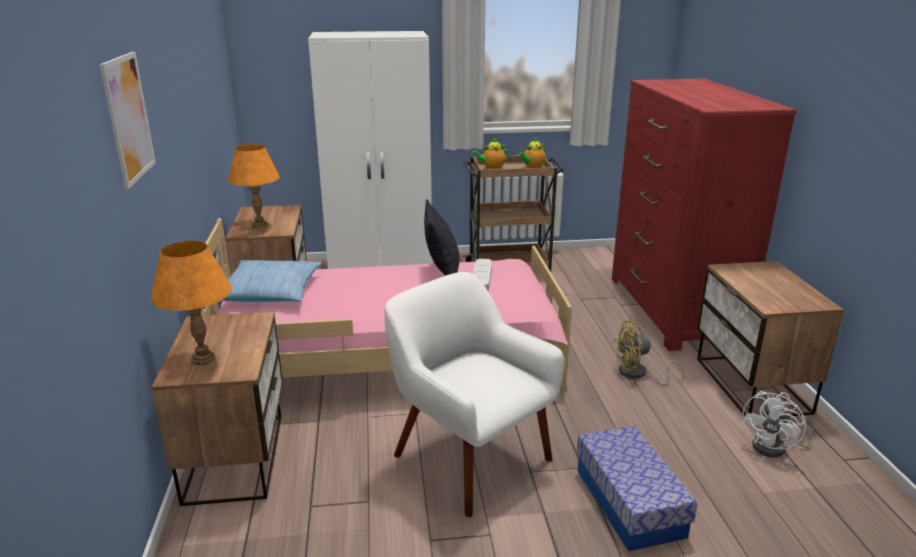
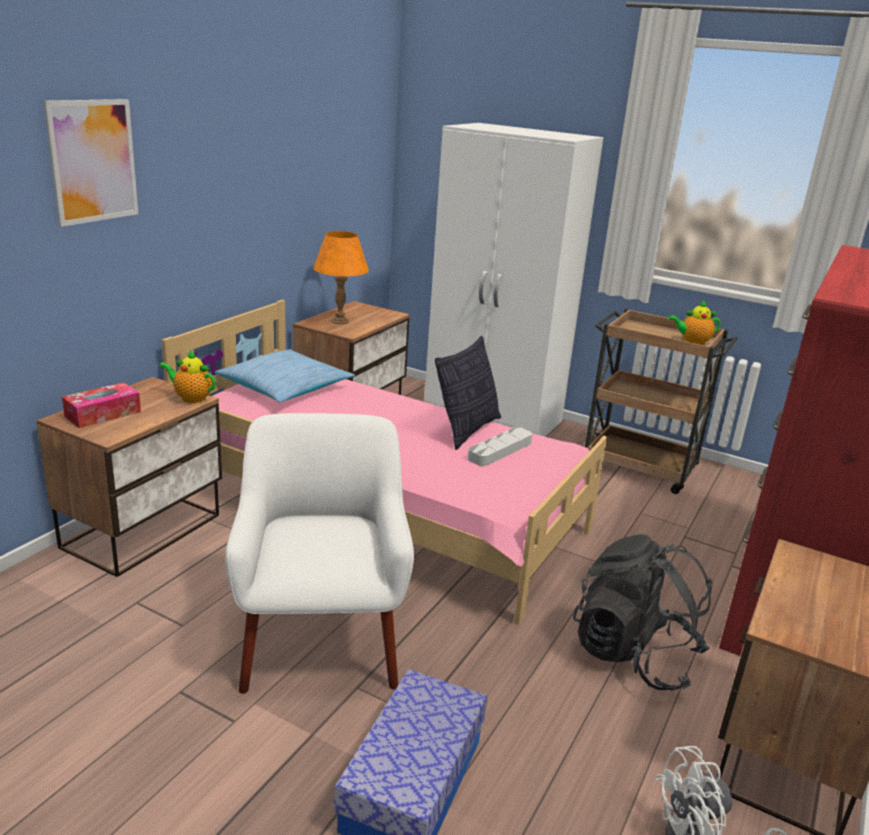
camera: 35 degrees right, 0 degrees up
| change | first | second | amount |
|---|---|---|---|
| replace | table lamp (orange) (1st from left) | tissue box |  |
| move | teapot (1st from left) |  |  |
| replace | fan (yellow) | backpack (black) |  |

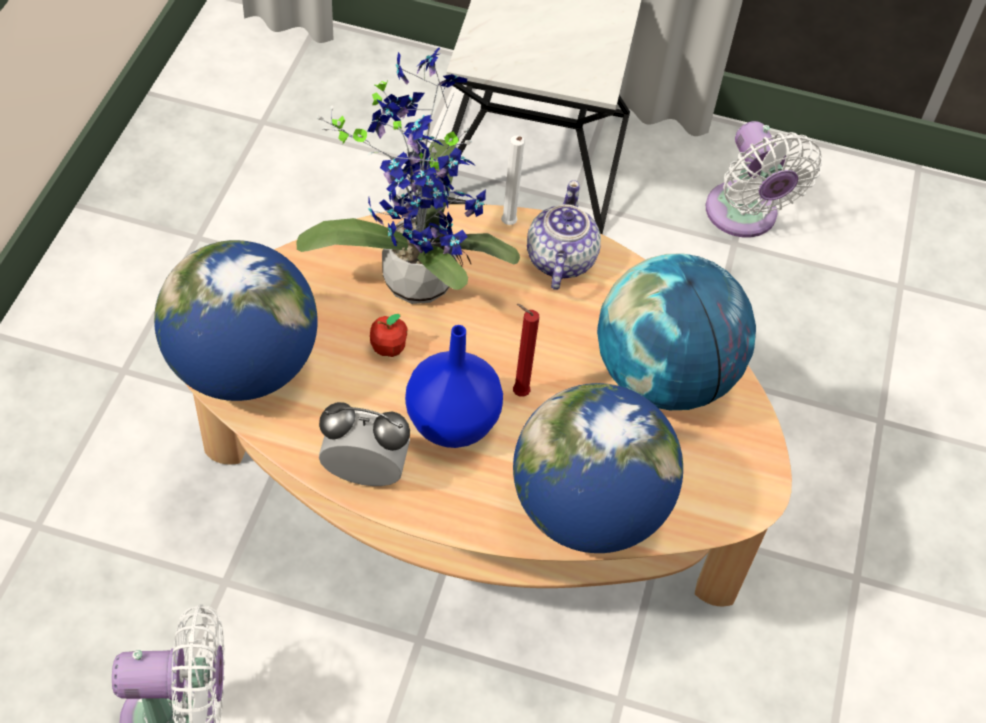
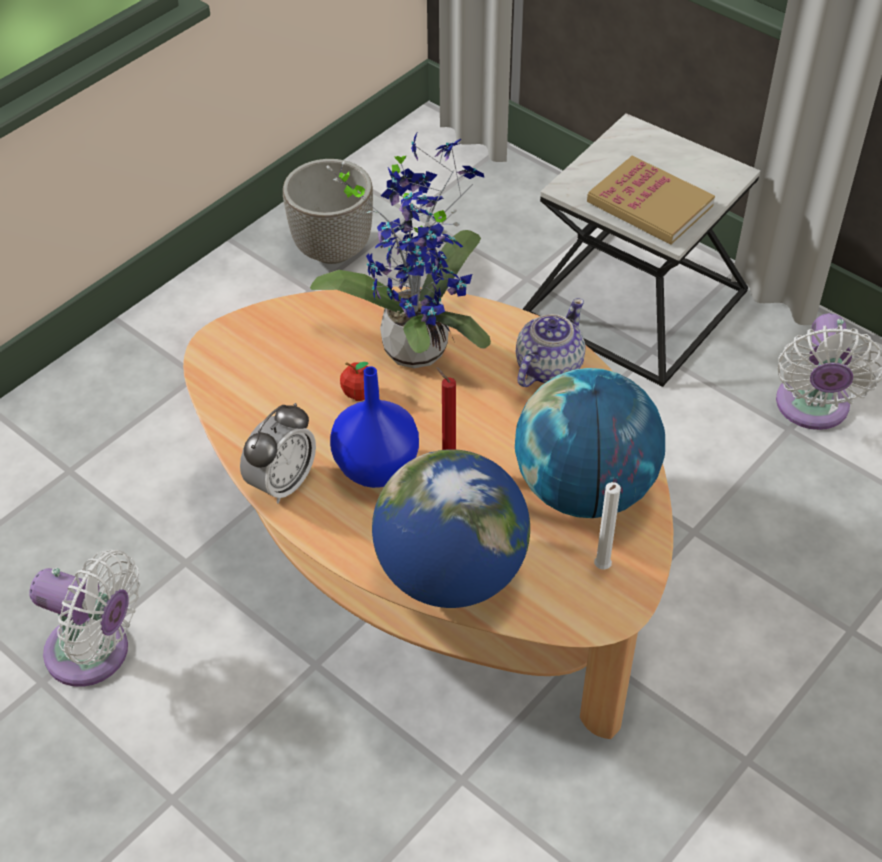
camera: 30 degrees right, 5 degrees down
| change | first | second | amount |
|---|---|---|---|
| delete | globe (1st from left) |  |  |
| rotate | alarm clock |  | 90 degrees clockwise |
| move | candle (white) |  |  |
| insert |  | planter |  |
| insert |  | book |  |

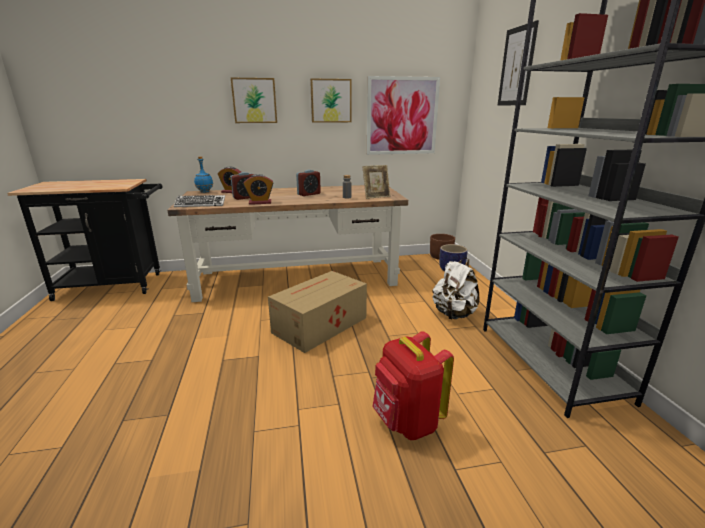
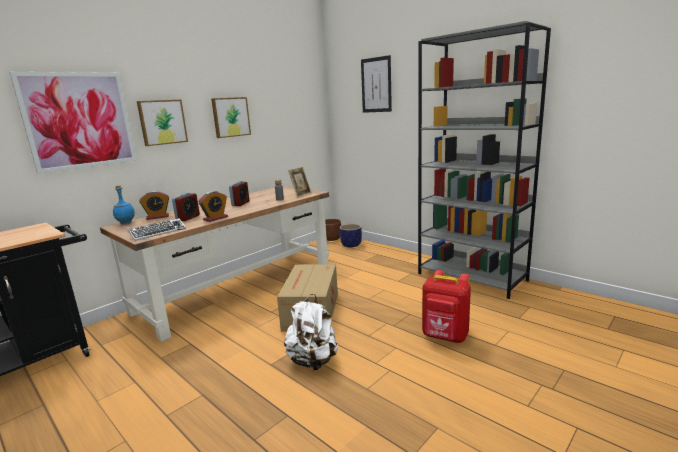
camera: 35 degrees left, 5 degrees down
| change | first | second | amount |
|---|---|---|---|
| move | picture (3rd from left in the first image) | picture (1st from left) |  |
| move | backpack (white) |  |  |

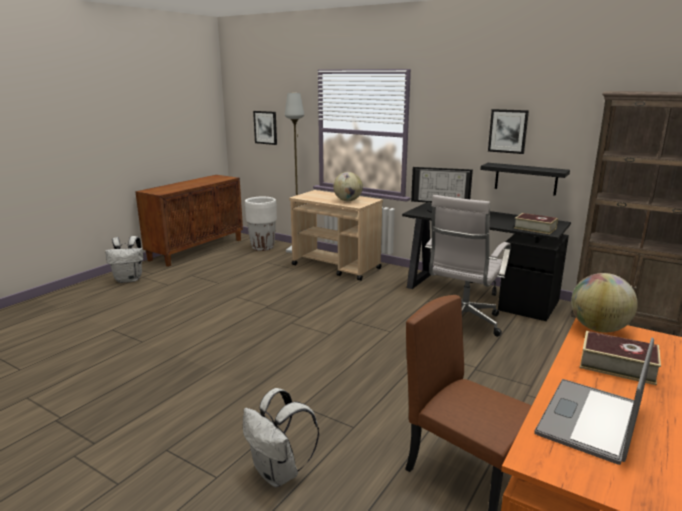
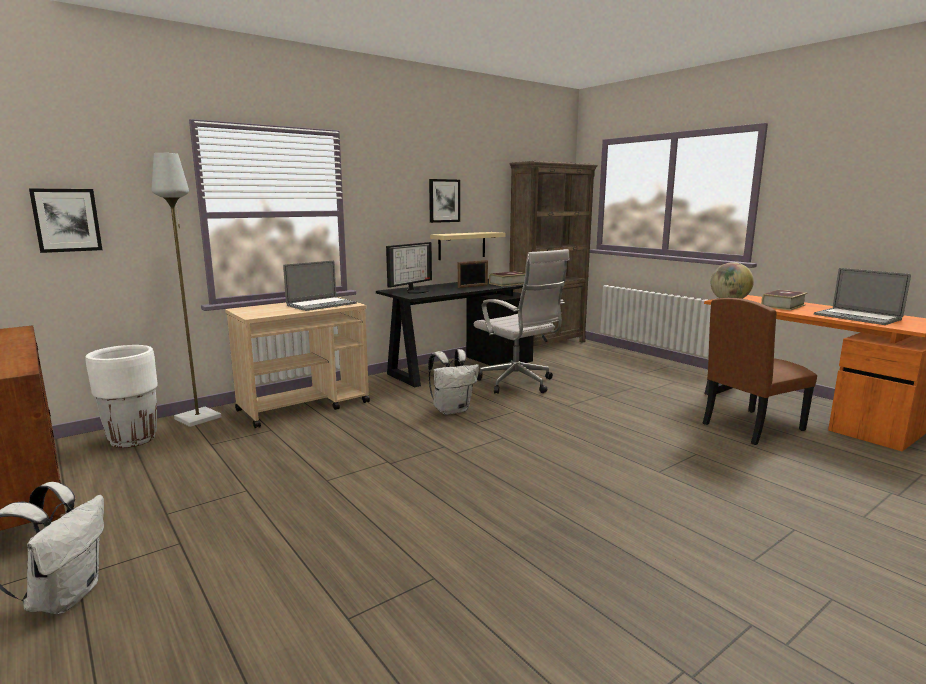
camera: 70 degrees left, 5 degrees down
| change | first | second | amount |
|---|---|---|---|
| move | backpack (white) (2nd from left) |  |  |
| replace | globe (1st from left) | laptop (1st from left) |  |
| recolor | shelf (black) | shelf (beige) |  |
| insert |  | picture frame |  |

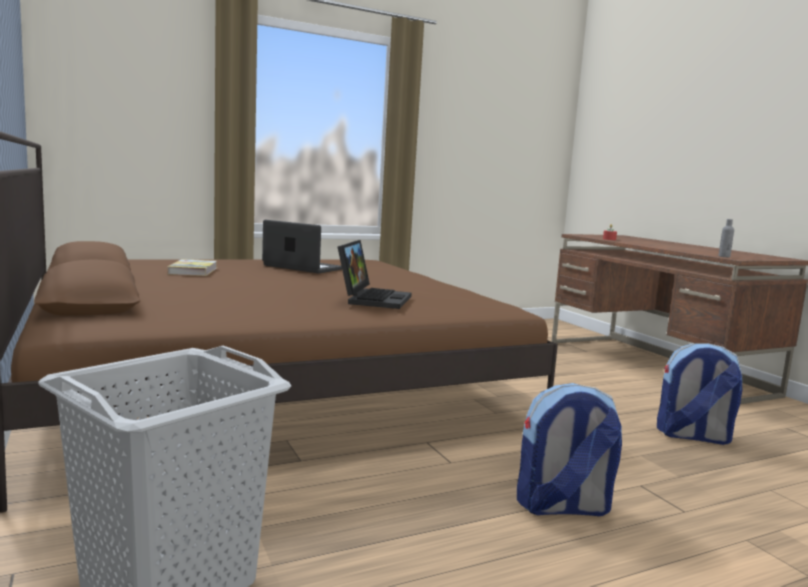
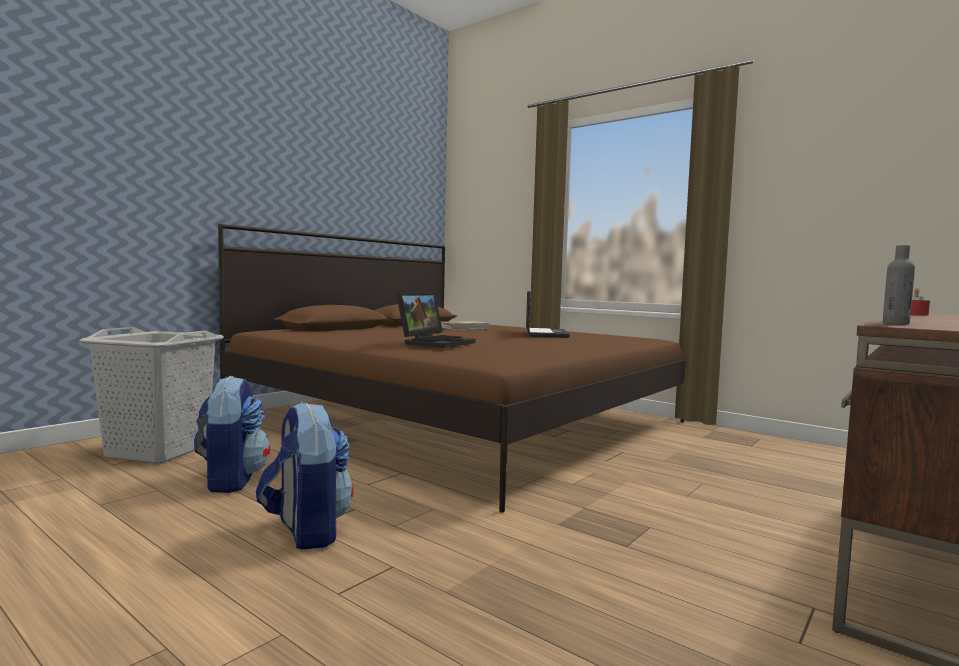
camera: 65 degrees right, 5 degrees down
| change | first | second | amount |
|---|---|---|---|
| rotate | laptop (2nd from left in the first image) | laptop (1st from left) | 45 degrees counterclockwise |
| move | backpack (2nd from left in the first image) | backpack (1st from left) |  |

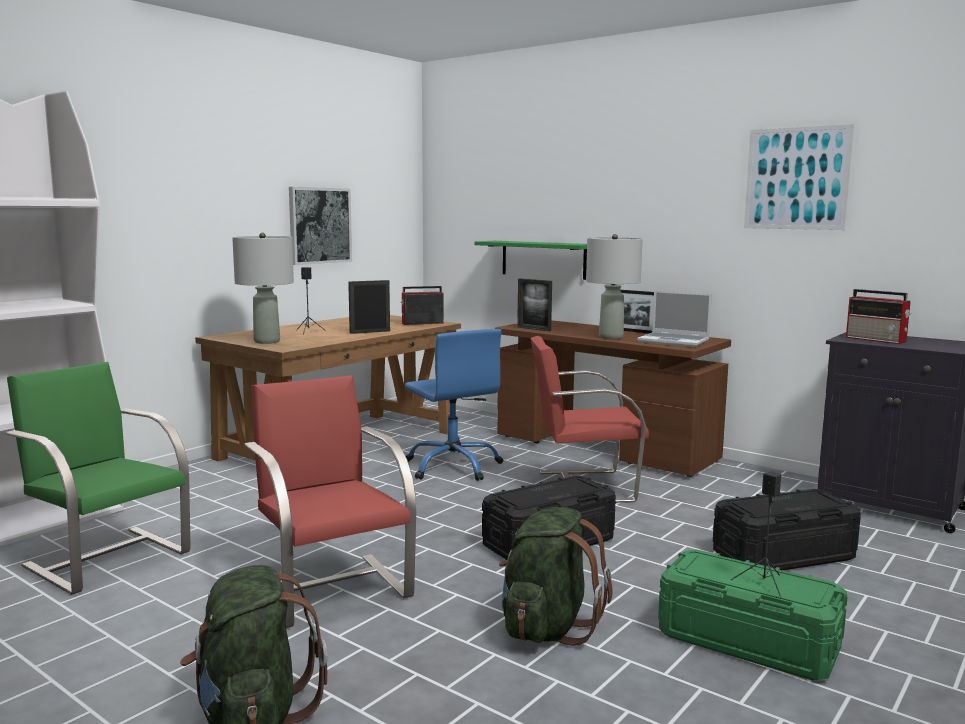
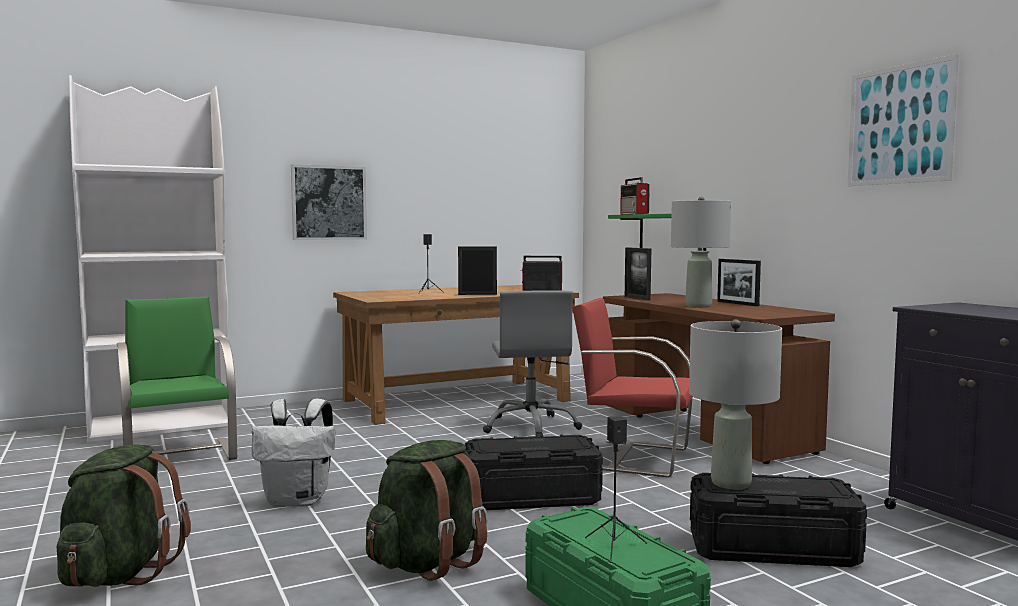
camera: 25 degrees right, 5 degrees down
| change | first | second | amount |
|---|---|---|---|
| move | table lamp (grey) (1st from left in the first image) | table lamp (grey) (2nd from left) |  |
| replace | chair (red) (1st from left) | backpack (white) |  |
| move | picture (1st from left) |  |  |
| recolor | office chair (blue) | office chair (grey) |  |
| delete | laptop |  |  |
| move | radio (2nd from left) |  |  |

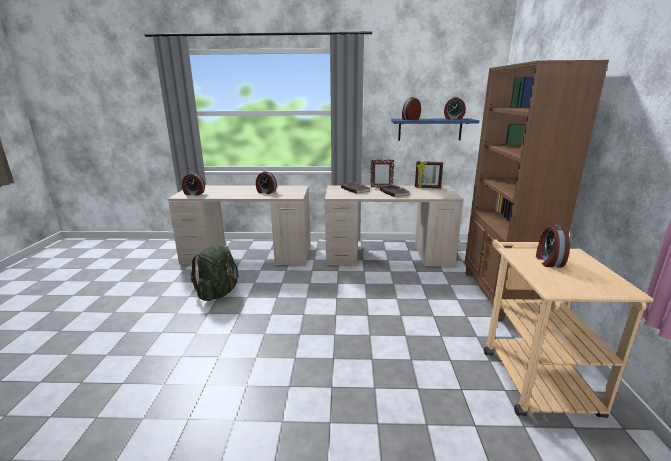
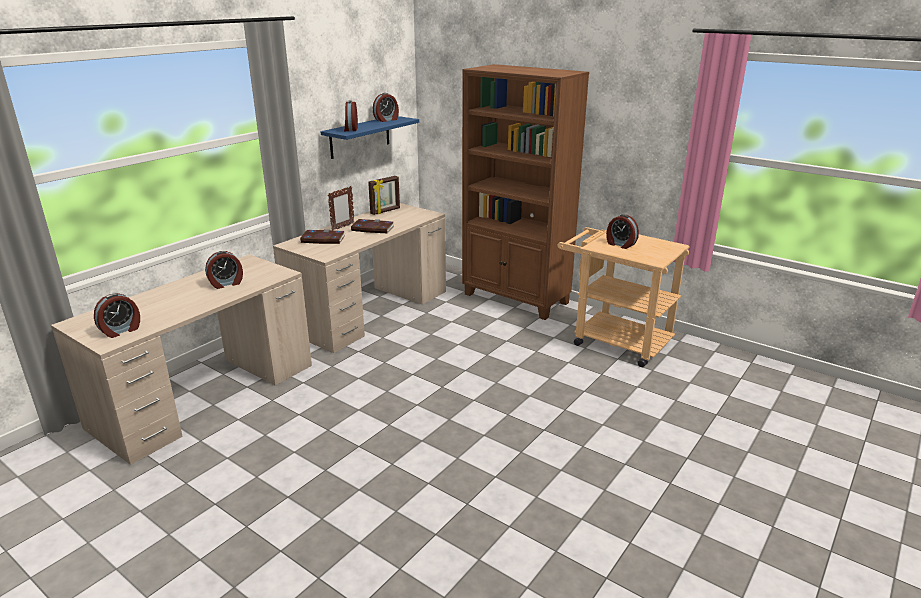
camera: 55 degrees left, 5 degrees up
| change | first | second | amount |
|---|---|---|---|
| delete | backpack (green) |  |  |

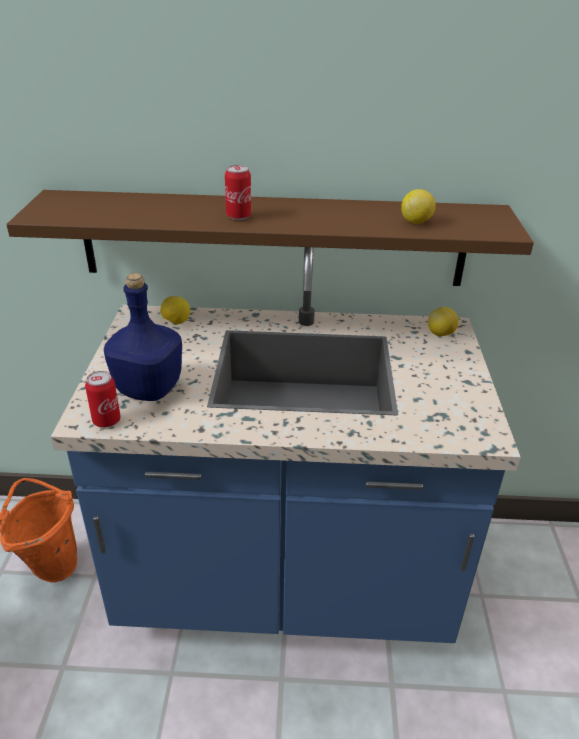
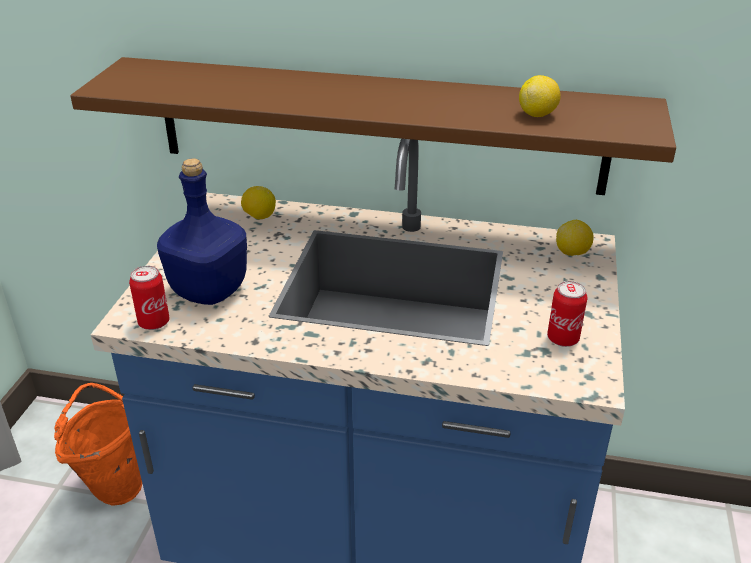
camera: 10 degrees right, 0 degrees up
| change | first | second | amount |
|---|---|---|---|
| move | can (2nd from left) |  |  |

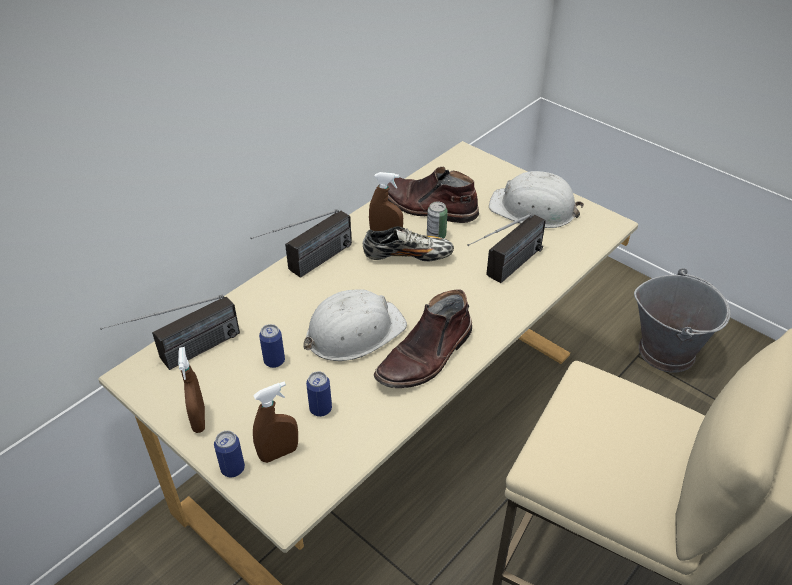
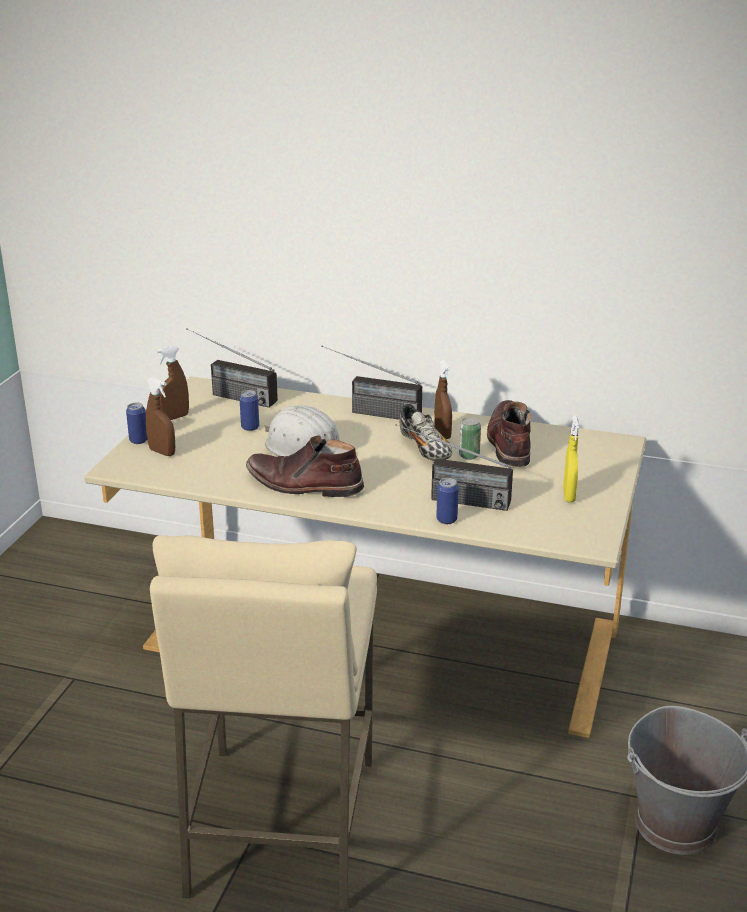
camera: 65 degrees right, 15 degrees down
| change | first | second | amount |
|---|---|---|---|
| move | can (3rd from left) |  |  |
| replace | hard hat (white) (2nd from left) | spray bottle (yellow) |  |

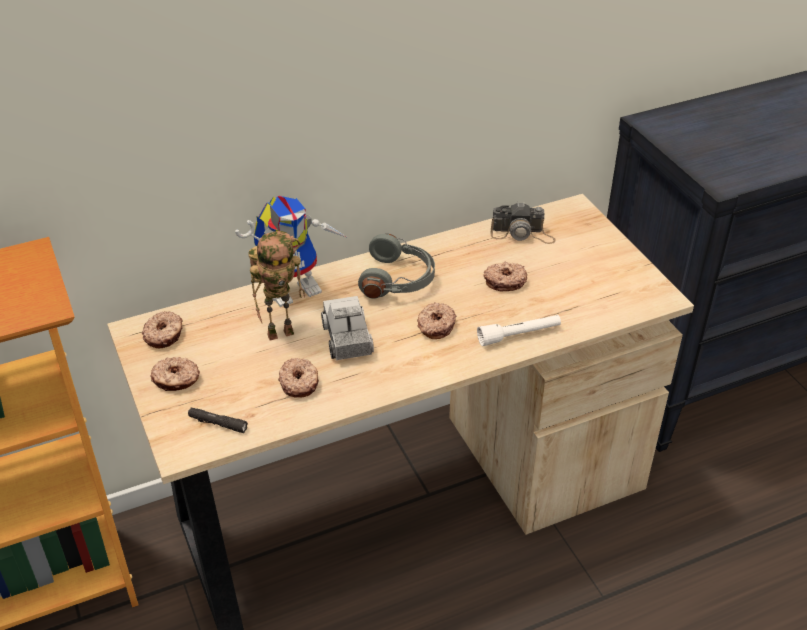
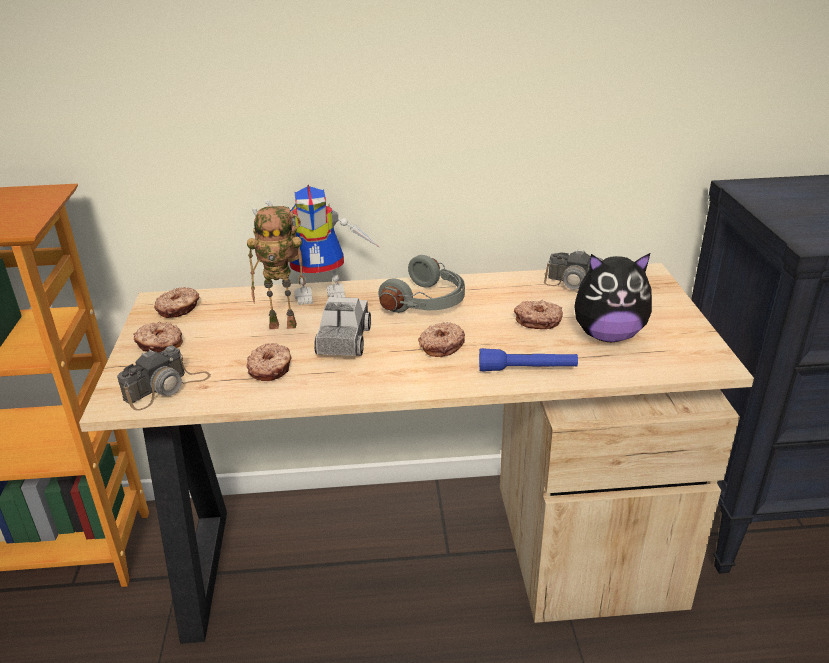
camera: 20 degrees right, 10 degrees down
| change | first | second | amount |
|---|---|---|---|
| replace | flashlight (black) | photo camera (1st from left) |  |
| recolor | flashlight (white) | flashlight (blue) |  |
| insert |  | plush toy |  |

